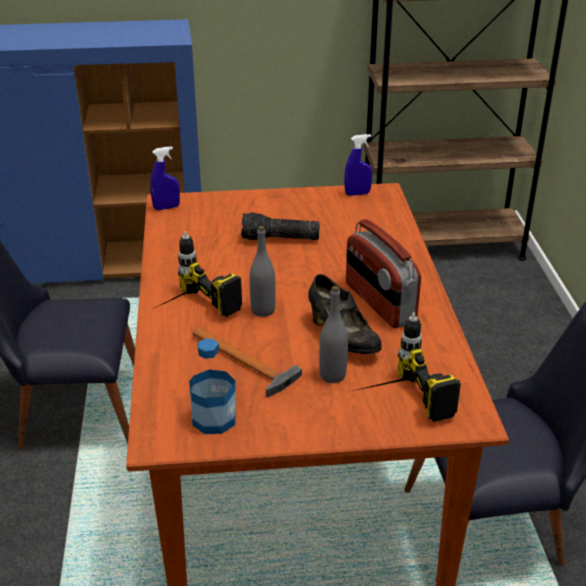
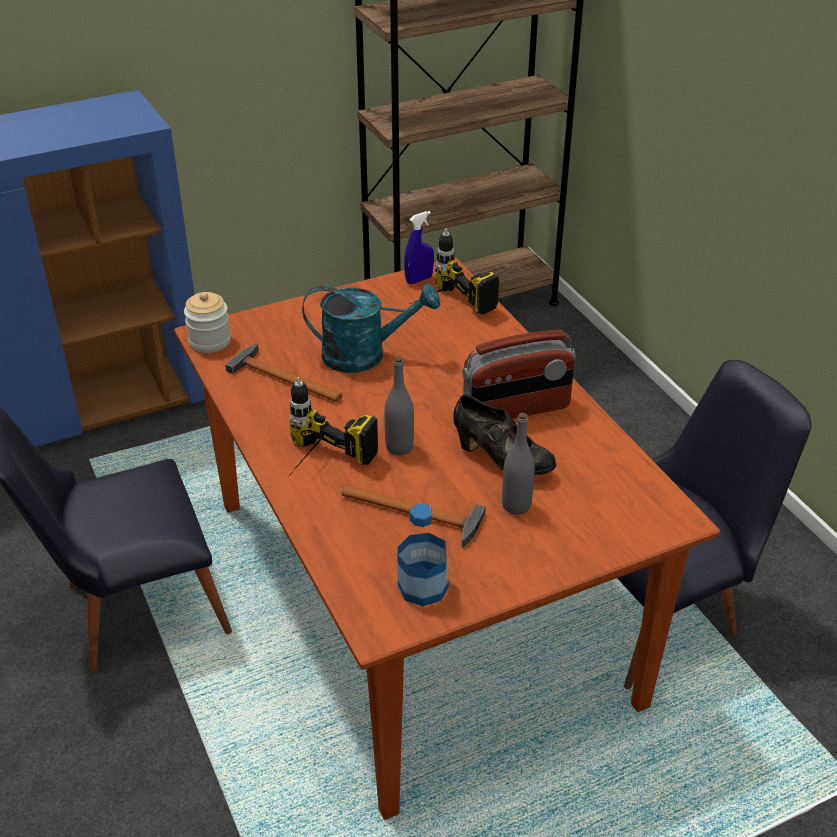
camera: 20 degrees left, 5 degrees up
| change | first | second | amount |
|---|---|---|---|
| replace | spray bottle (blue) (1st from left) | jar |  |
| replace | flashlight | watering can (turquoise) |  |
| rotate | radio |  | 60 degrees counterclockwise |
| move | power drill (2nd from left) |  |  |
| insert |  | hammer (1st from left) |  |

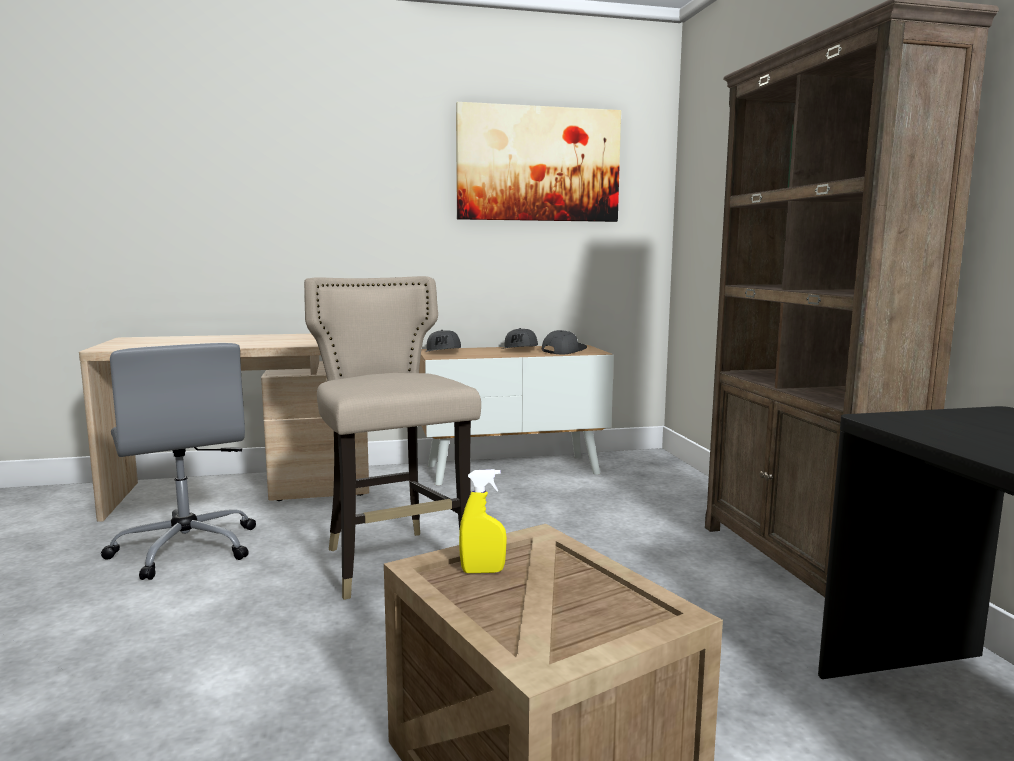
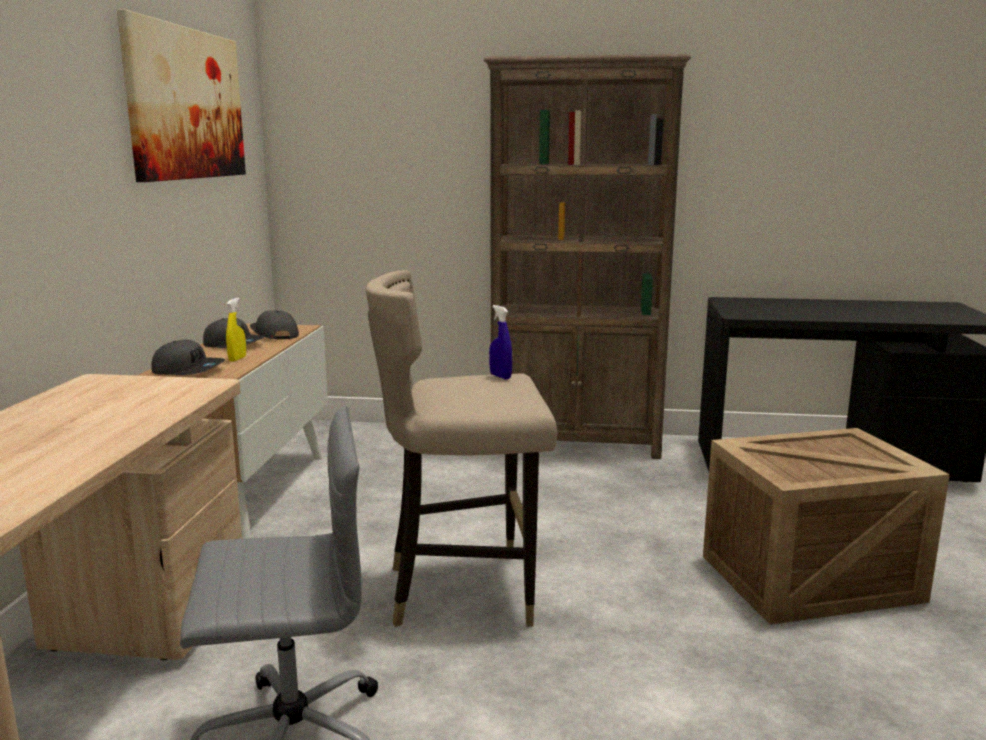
camera: 70 degrees left, 5 degrees up
| change | first | second | amount |
|---|---|---|---|
| move | spray bottle (yellow) |  |  |
| insert |  | spray bottle (blue) |  |

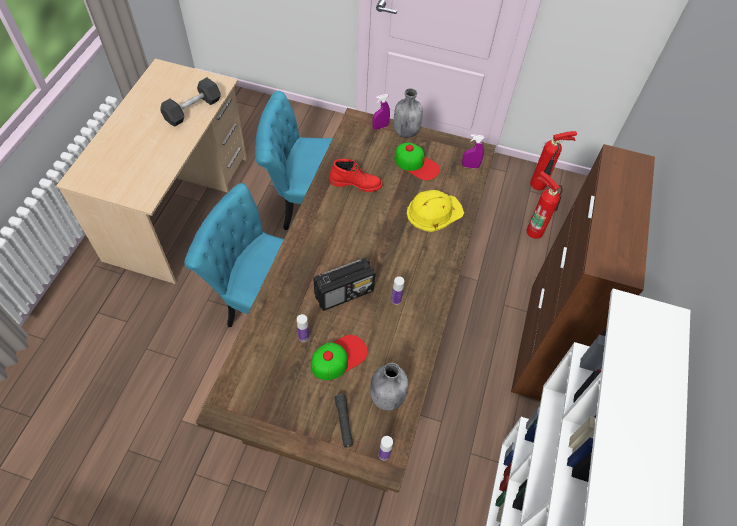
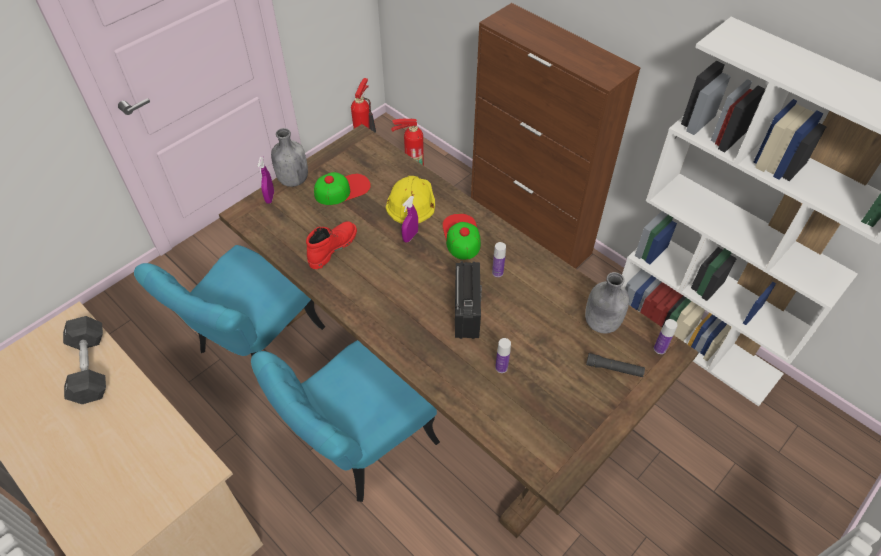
camera: 60 degrees left, 5 degrees down
| change | first | second | amount |
|---|---|---|---|
| move | cap (1st from left in the first image) | cap (2nd from left) |  |
| move | spray bottle (purple) (2nd from left) |  |  |

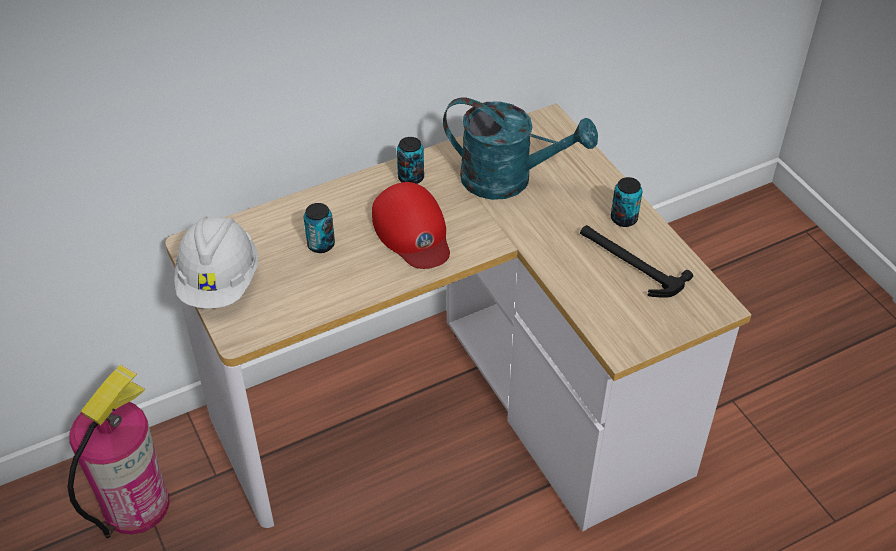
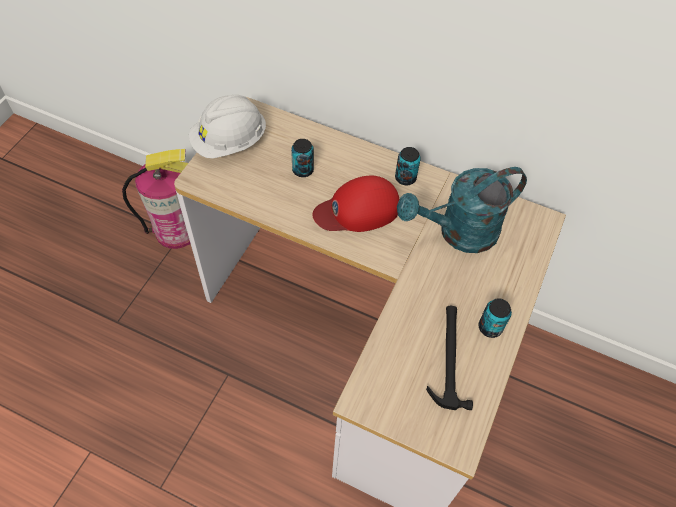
camera: 50 degrees right, 10 degrees up
| change | first | second | amount |
|---|---|---|---|
| rotate | cap (red) |  | 45 degrees clockwise |
| rotate | watering can (turquoise) |  | 90 degrees clockwise |

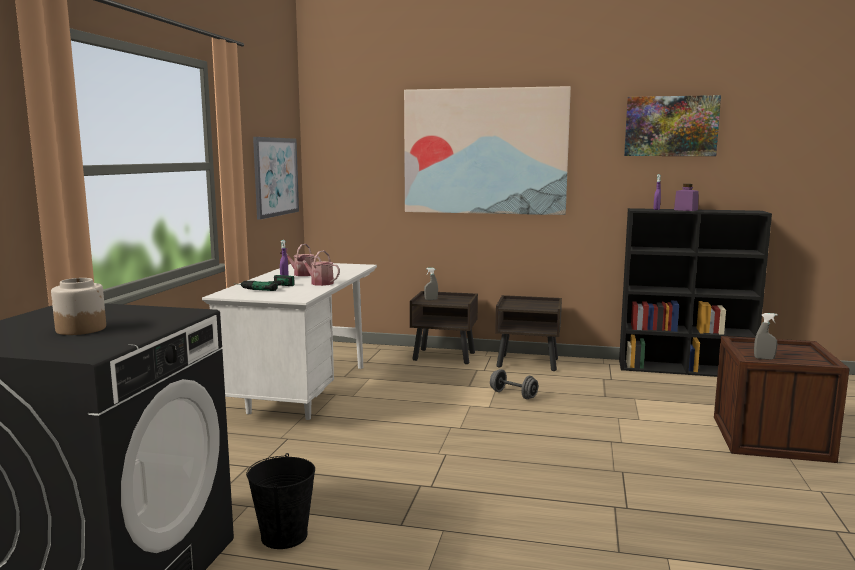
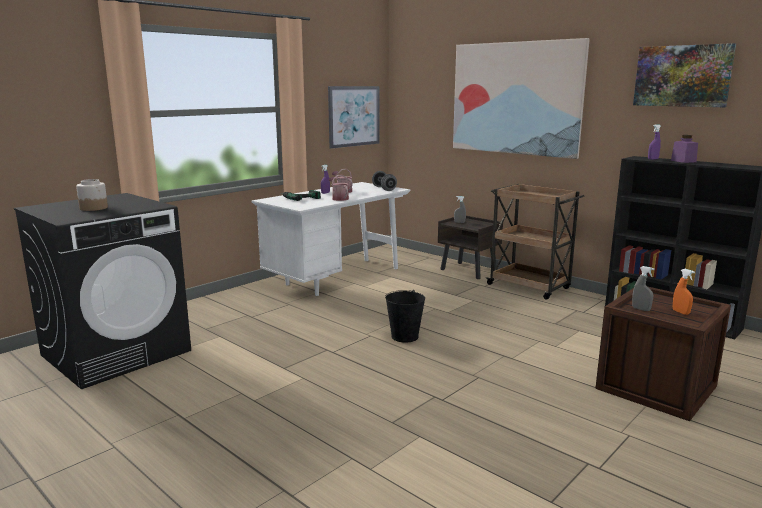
camera: 30 degrees right, 5 degrees up
| change | first | second | amount |
|---|---|---|---|
| move | bucket (black) |  |  |
| move | dumbbell (grey) |  |  |
| replace | nightstand (brown) (2nd from left) | cart (brown) |  |
| insert |  | spray bottle (orange) |  |

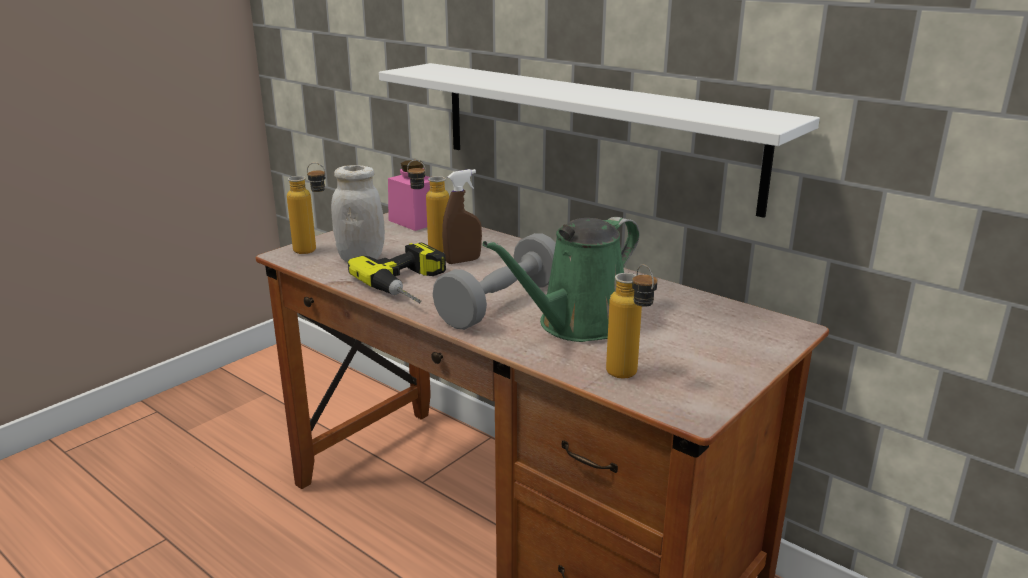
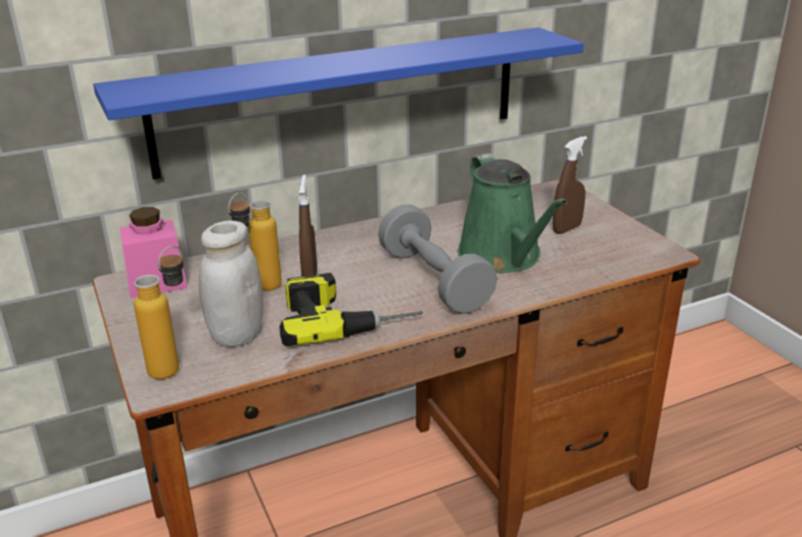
camera: 65 degrees left, 5 degrees up
| change | first | second | amount |
|---|---|---|---|
| recolor | shelf (white) | shelf (blue) |  |
| delete | bottle (3rd from left) |  |  |
| insert |  | spray bottle (brown) (2nd from left) |  |

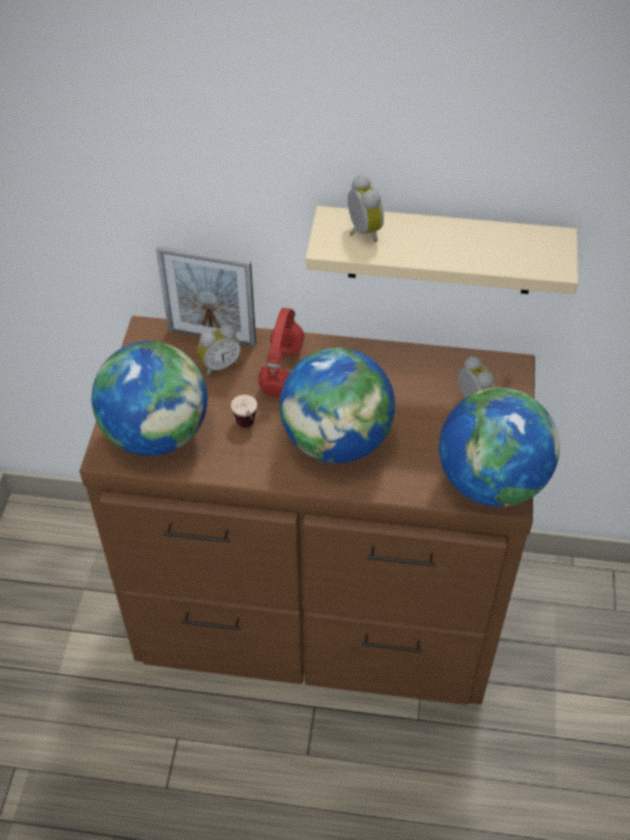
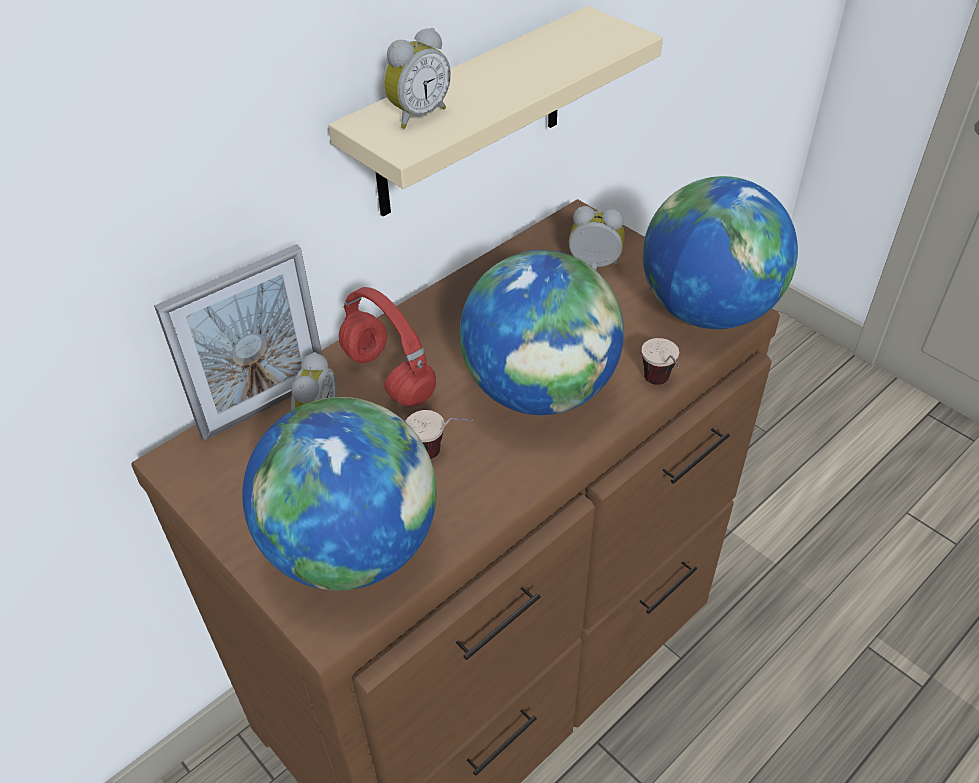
camera: 50 degrees left, 5 degrees down
| change | first | second | amount |
|---|---|---|---|
| rotate | alarm clock (2nd from left) |  | 120 degrees clockwise |
| insert |  | cup (2nd from left) |  |

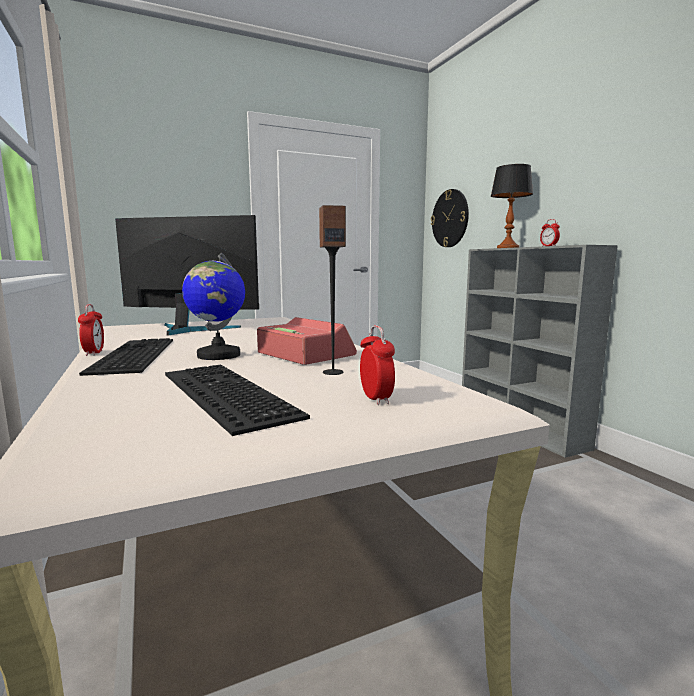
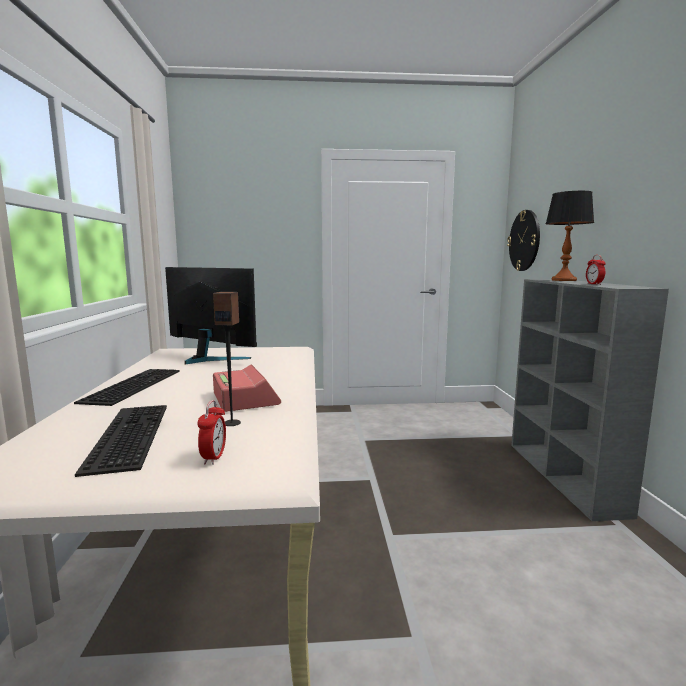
camera: 20 degrees right, 0 degrees up
| change | first | second | amount |
|---|---|---|---|
| delete | alarm clock (1st from left) |  |  |
| delete | globe |  |  |

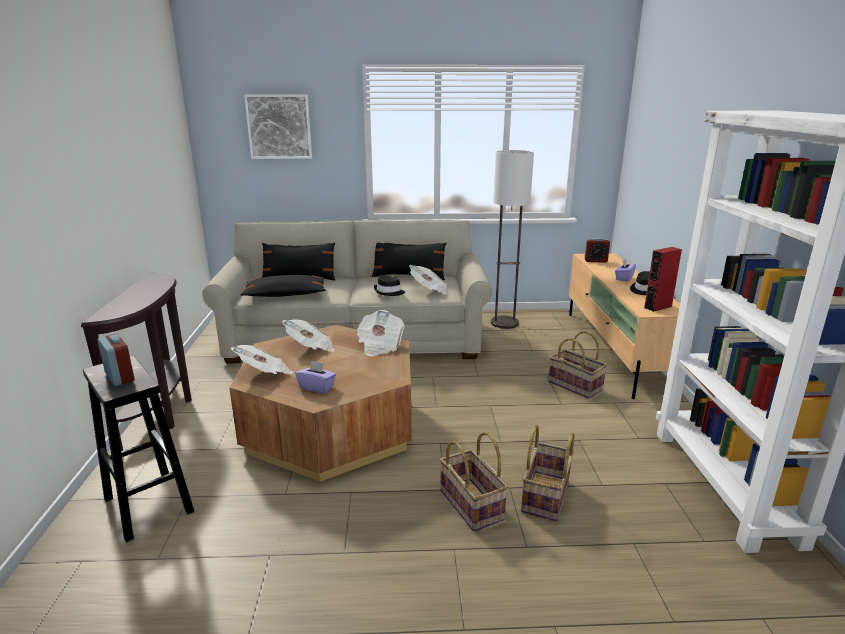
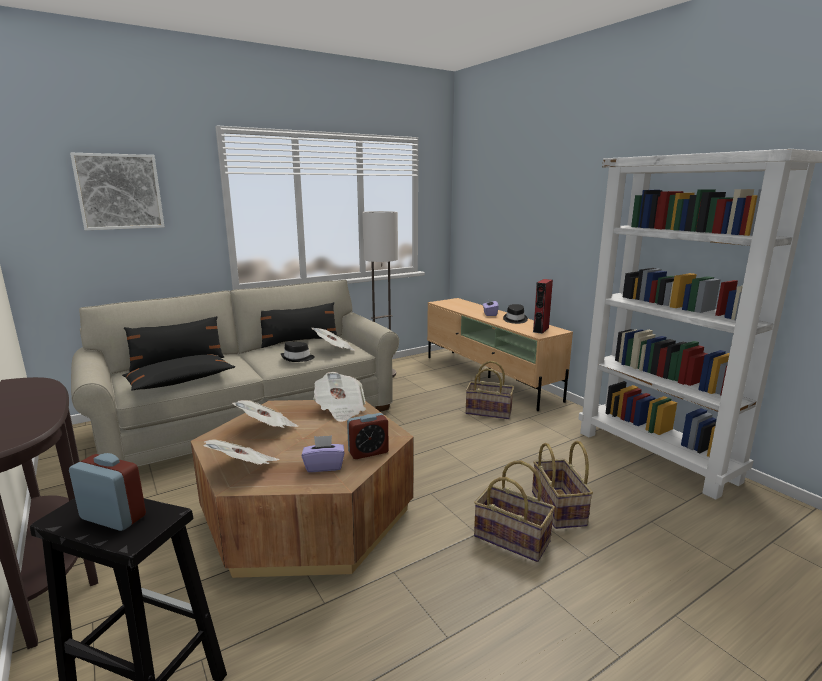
camera: 30 degrees left, 5 degrees down
| change | first | second | amount |
|---|---|---|---|
| move | alarm clock (2nd from left) |  |  |

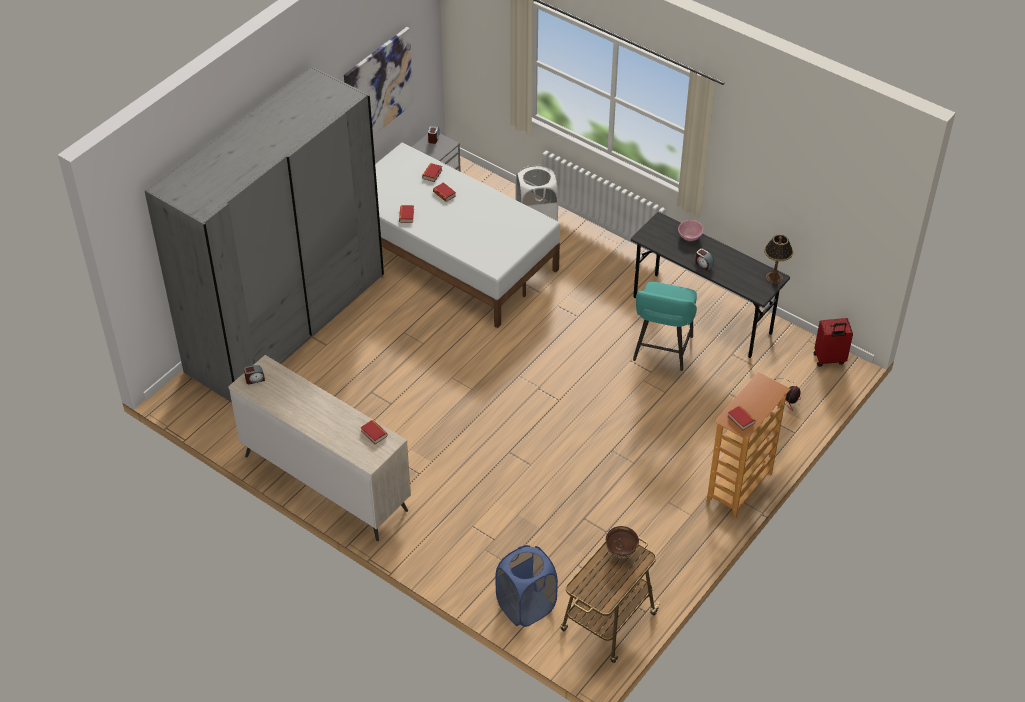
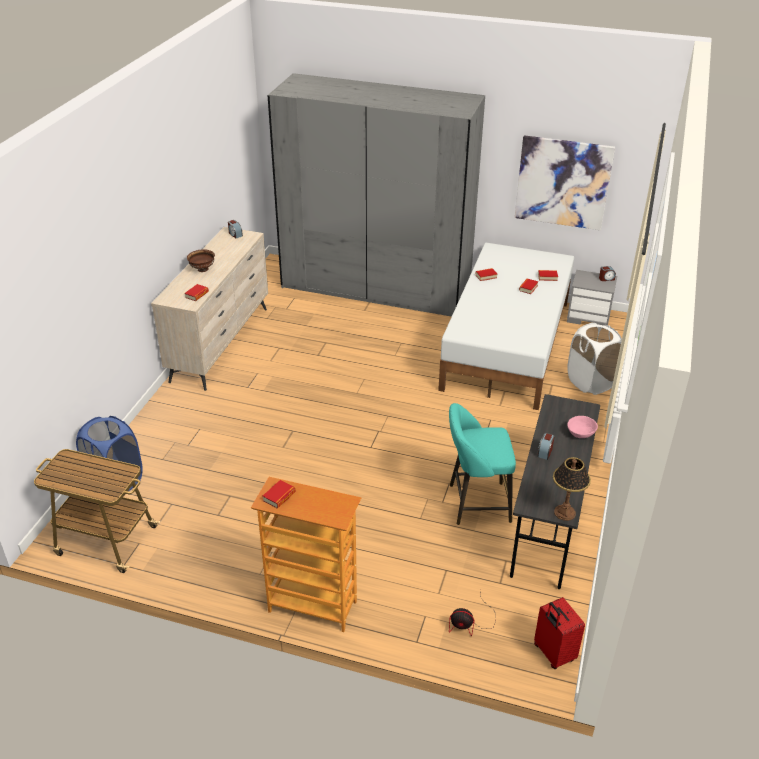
camera: 70 degrees right, 10 degrees down
| change | first | second | amount |
|---|---|---|---|
| move | bowl (brown) |  |  |

